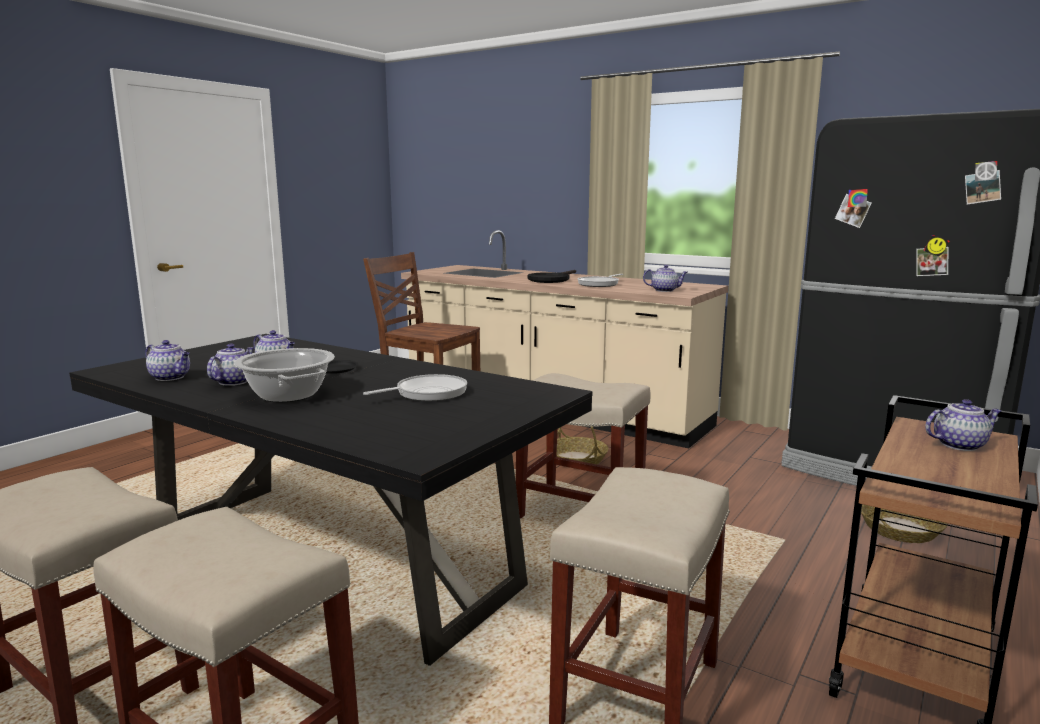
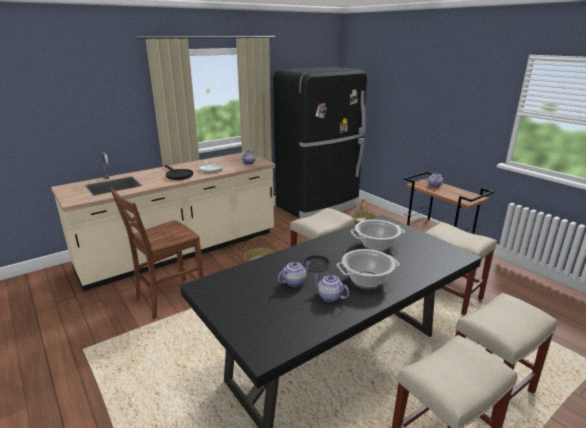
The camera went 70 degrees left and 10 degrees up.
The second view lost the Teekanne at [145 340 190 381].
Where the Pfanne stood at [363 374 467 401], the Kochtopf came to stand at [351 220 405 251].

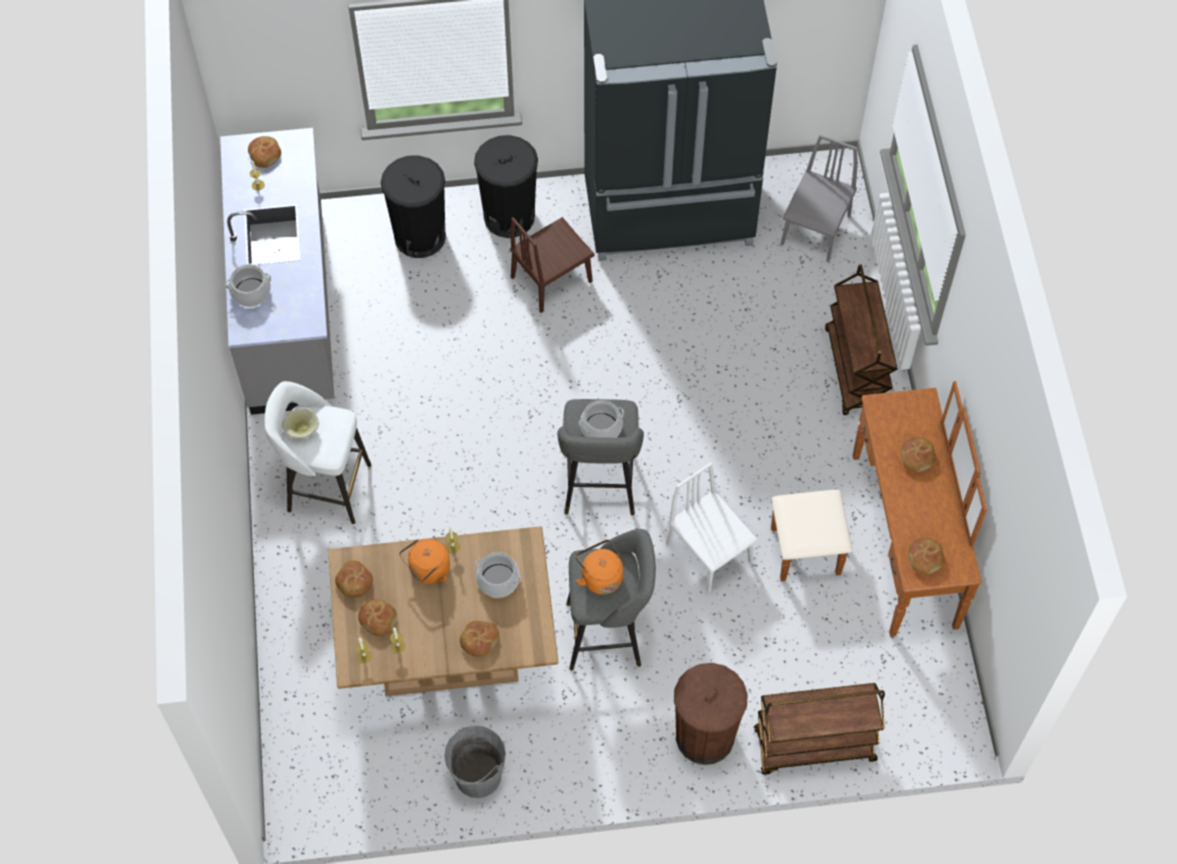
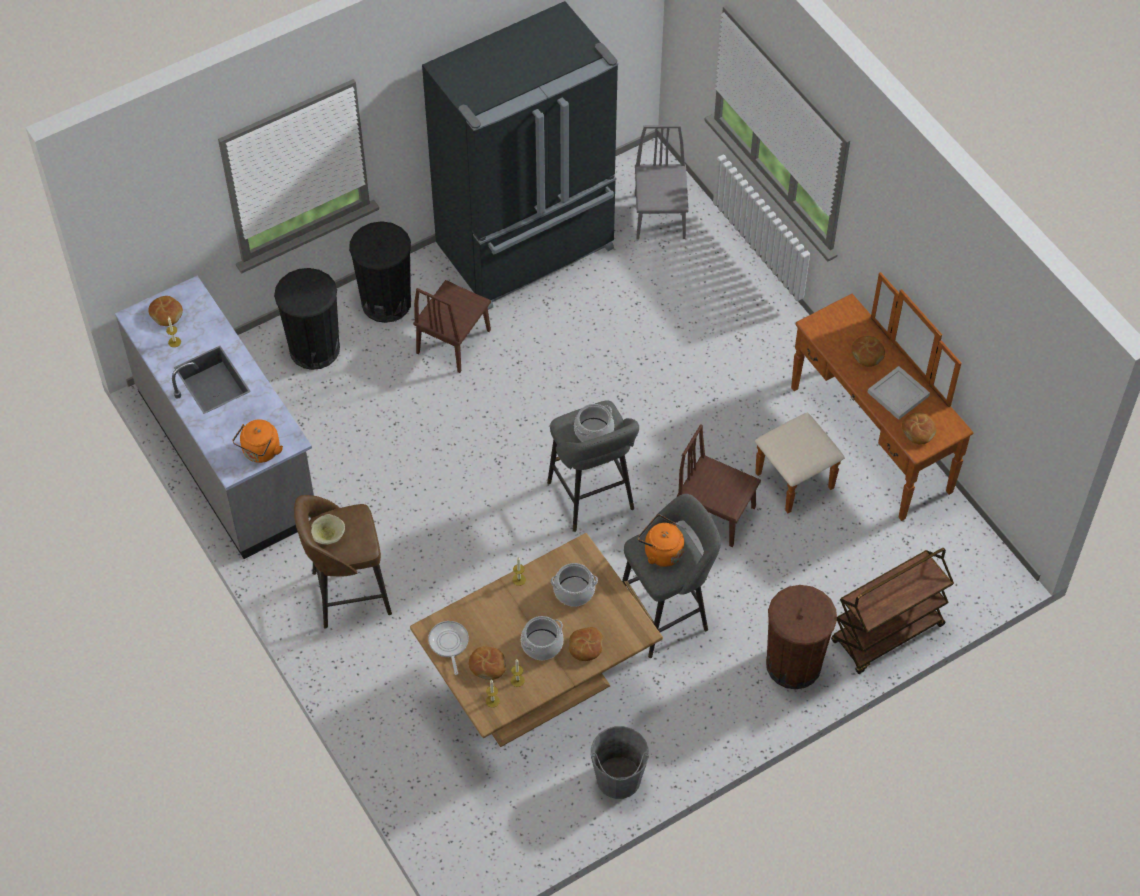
The camera went 25 degrees left and 5 degrees down.
The Kochtopf ended up elsewhere, having gone from [225 264 271 307] to [521 616 564 660].
The second view lost the Rollwagen [braun] at [825 265 897 415].
What was the Hocker [weiß] at [265 381 371 524] turned into the Hocker [braun] at [294 495 392 629].
What was the Stuhl [weiß] at [666 462 758 593] turned into the Stuhl [braun] at [677 424 761 547].
The Wasserkessel [orange] ended up elsewhere, having gone from [399 539 450 584] to [232 419 283 463].
Where the Brot stood at [335 561 373 598], the Pfanne came to stand at [428 621 469 675].
The second view gained the Tablett [weiß] at [867 366 930 420].

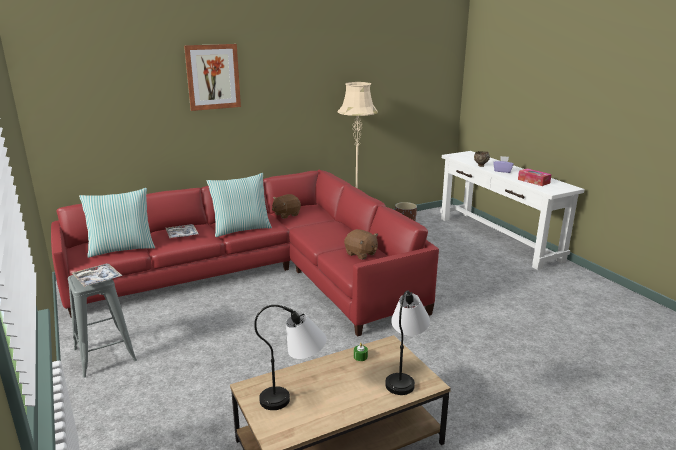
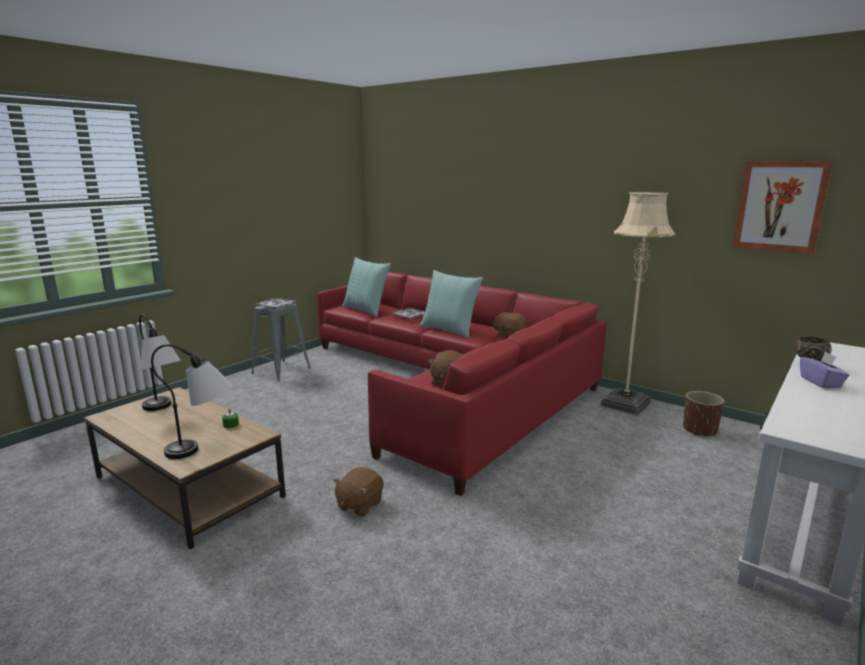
The camera went 65 degrees right and 5 degrees down.
The Bild ended up elsewhere, having gone from [184 44 241 111] to [733 161 833 254].
The second view lost the Taschentuchbox at [518 168 552 186].
The second view gained the Plüschtier [braun] at [333 467 384 517].

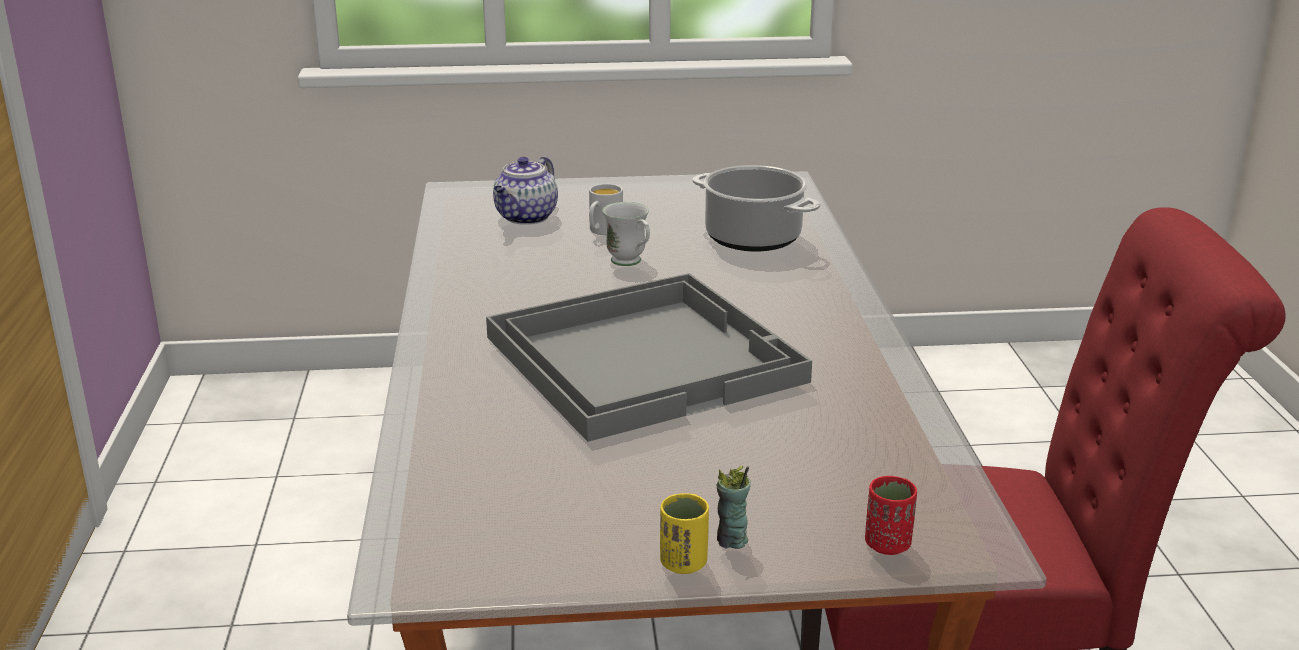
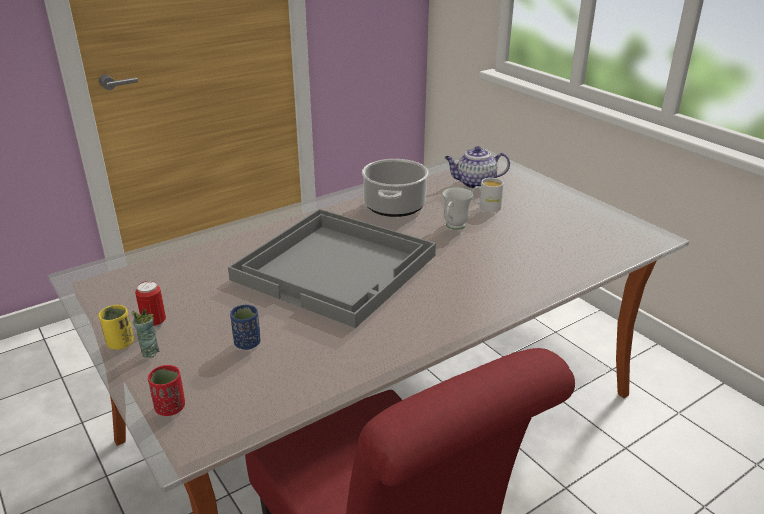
The camera went 60 degrees right and 5 degrees up.
The Kochtopf ended up elsewhere, having gone from [692 165 820 251] to [362 159 429 217].
The second view gained the Dose at [135 281 166 329].
The second view gained the Tasse [blau] at [230 305 261 350].

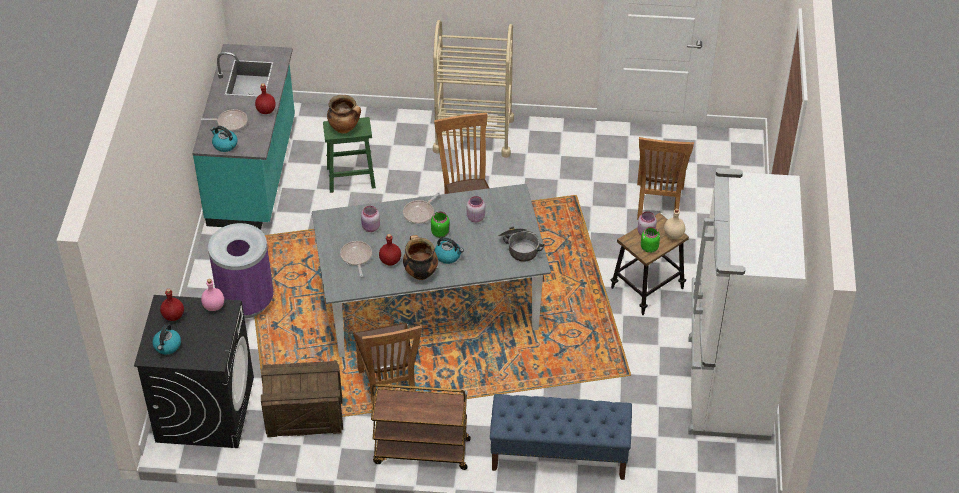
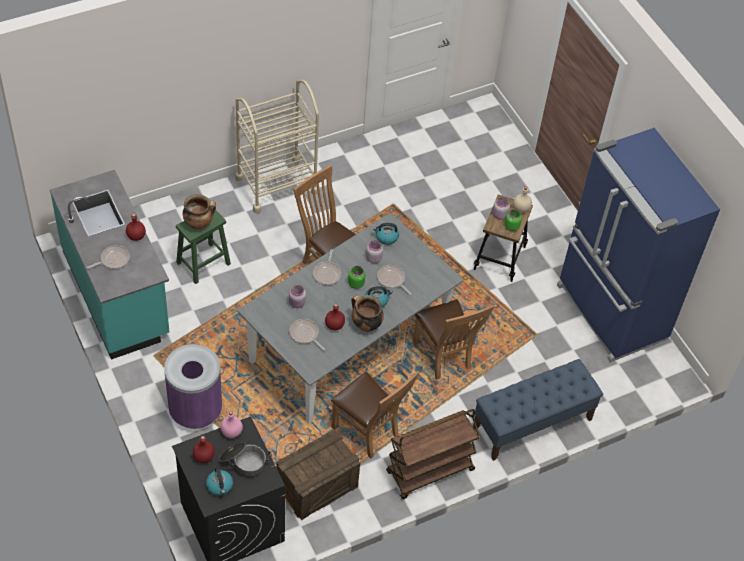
The camera went 35 degrees left and 5 degrees up.
The Wasserkessel ended up elsewhere, having gone from [210 126 237 152] to [373 223 399 245].
The Stuhl [braun] ended up elsewhere, having gone from [637 137 694 220] to [413 299 494 380].
What was the Kühlschrank [weiß] at [688 168 805 440] turned into the Kühlschrank [blau] at [557 128 720 362].
The Kochtopf ended up elsewhere, having gone from [498 227 545 262] to [219 442 272 477].
The second view gained the Pfanne at [377 265 412 295].

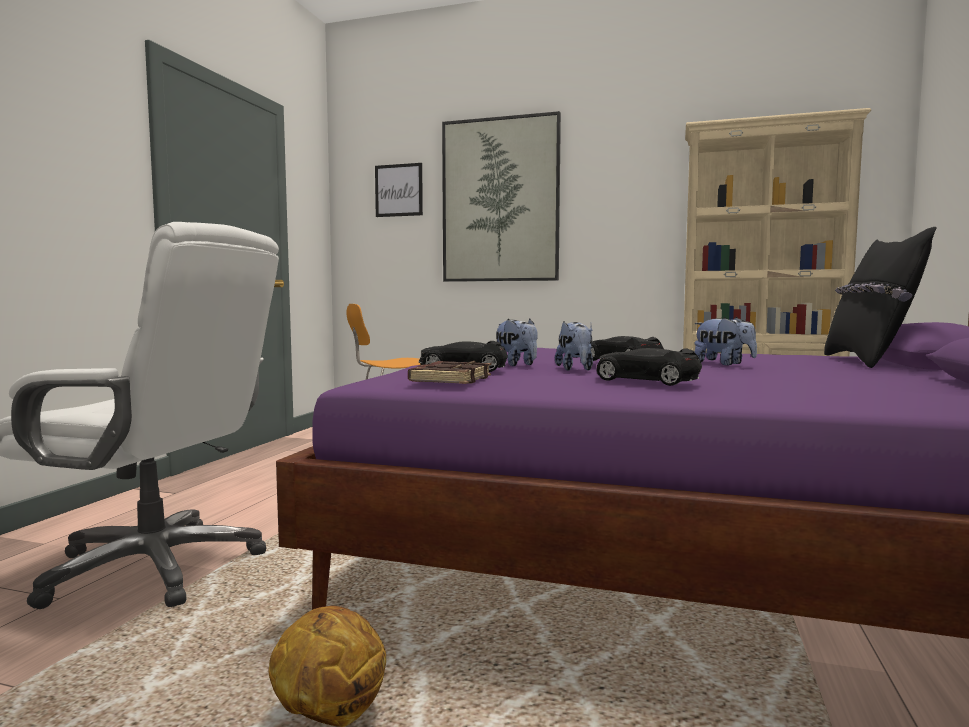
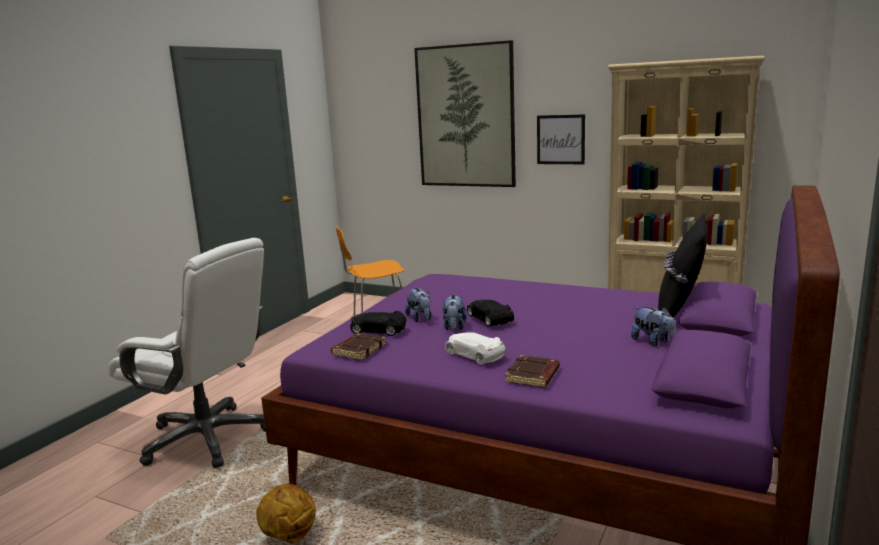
The camera went 10 degrees right and 10 degrees up.
The Bild ended up elsewhere, having gone from [375 163 423 217] to [537 114 585 164].
The Plüschtier ended up elsewhere, having gone from [694 317 757 365] to [631 307 675 346].
What was the Spielzeugauto [schwarz] at [597 348 702 386] turned into the Spielzeugauto [weiß] at [445 332 506 365].
The second view gained the Buch [braun] at [505 355 560 387].

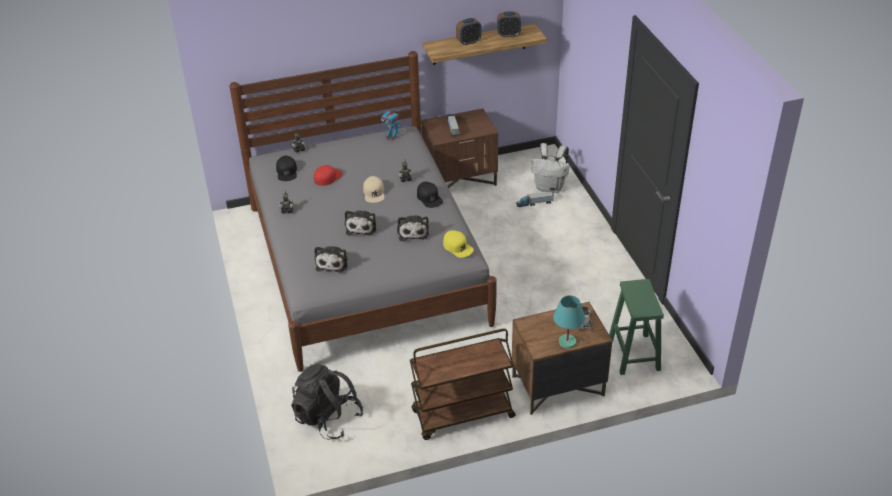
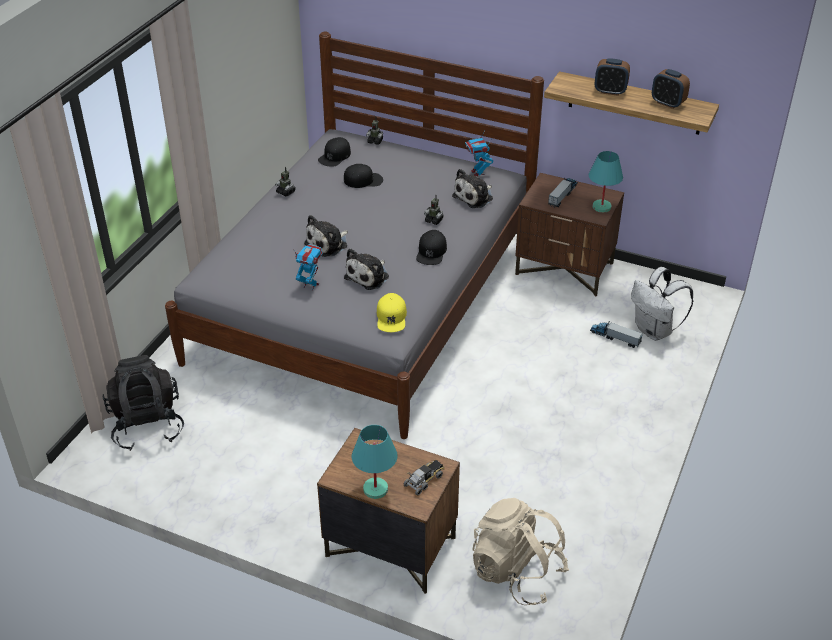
The camera went 40 degrees right and 0 degrees up.
What was the Kappe [rot] at [314 165 343 186] turned into the Kappe [schwarz] at [344 164 383 188].
The second view lost the Kappe [beige] at [363 176 384 203].
The Plüschtier ended up elsewhere, having gone from [314 246 348 273] to [452 169 493 208].
Where the Hocker [grün] stood at [609 279 664 375], the Rucksack [beige] came to stand at [472 498 569 605].
The second view lost the Rollwagen [braun] at [410 328 516 440].
The second view gained the Tischlampe [türkis] at [589 151 623 213].
The second view gained the Spielzeugroboter at [293 244 323 290].

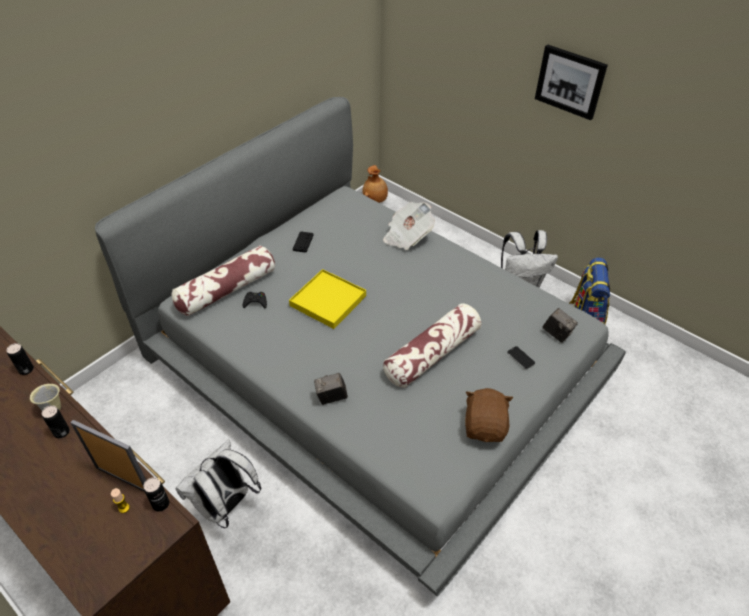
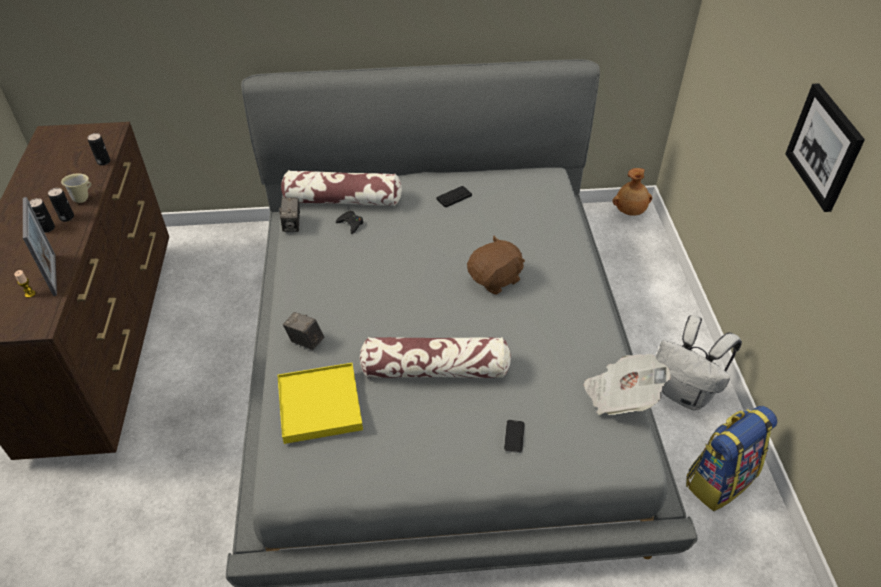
The camera went 45 degrees right and 0 degrees up.
The Zeitung ended up elsewhere, having gone from [383 202 435 250] to [583 354 671 415].
The Tablett [gelb] ended up elsewhere, having gone from [289 269 366 329] to [277 363 363 444].
The Kamera ended up elsewhere, having gone from [542 308 578 343] to [279 198 300 232].
The Plüschtier [braun] ended up elsewhere, having gone from [465 388 513 442] to [467 236 525 295].
The second view lost the Rucksack [weiß] at [176 439 262 528].
The Dose ended up elsewhere, having gone from [144 477 169 512] to [29 198 55 233].

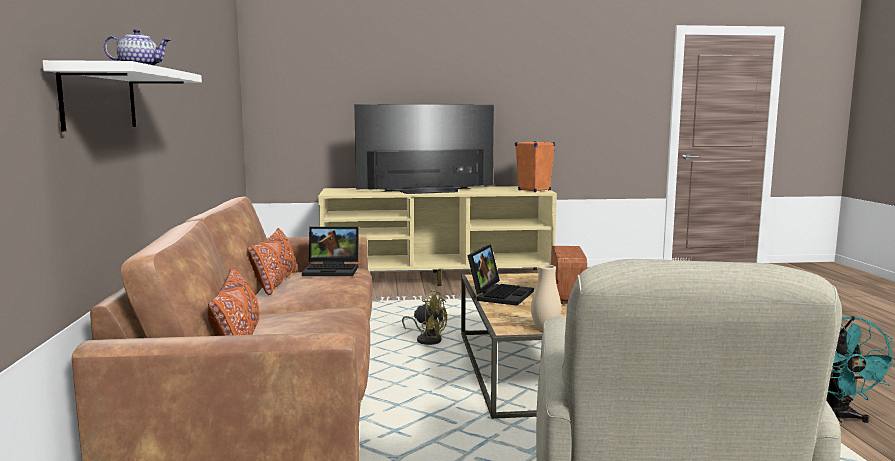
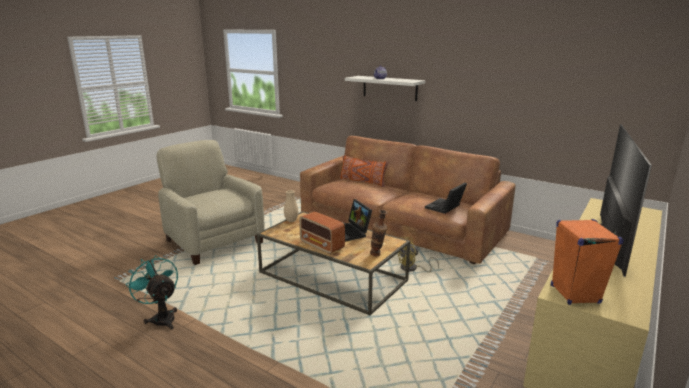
The camera went 130 degrees right and 10 degrees up.
The second view lost the Kissen [orange] at [248 228 297 295].
The second view gained the Vase at [370 209 388 257].

